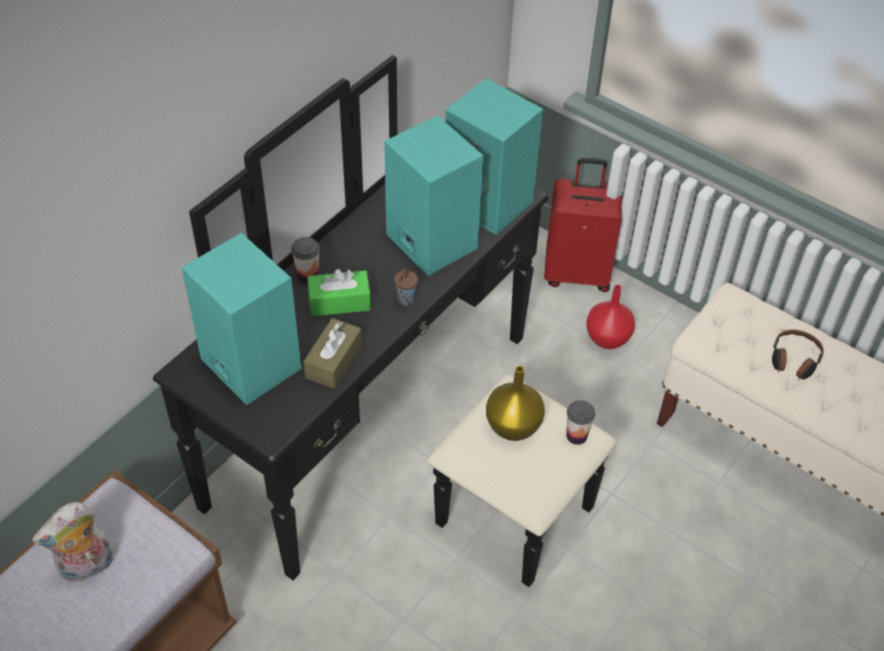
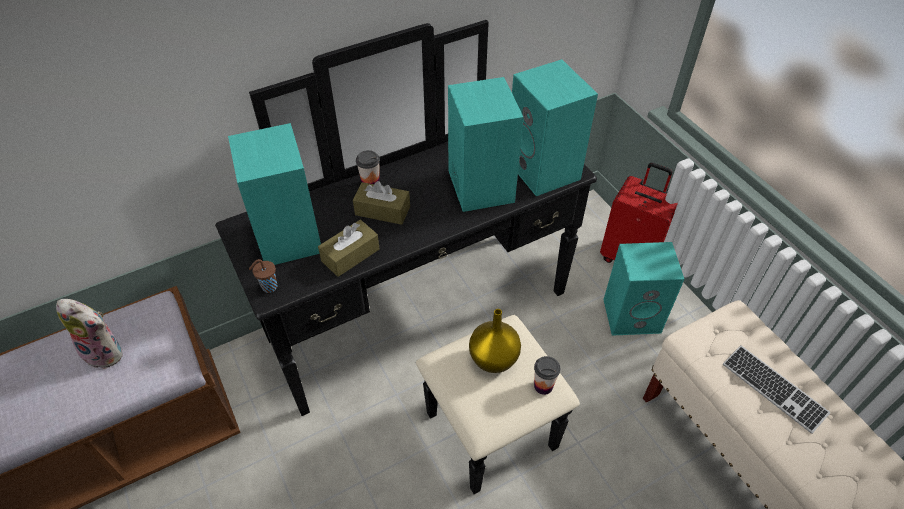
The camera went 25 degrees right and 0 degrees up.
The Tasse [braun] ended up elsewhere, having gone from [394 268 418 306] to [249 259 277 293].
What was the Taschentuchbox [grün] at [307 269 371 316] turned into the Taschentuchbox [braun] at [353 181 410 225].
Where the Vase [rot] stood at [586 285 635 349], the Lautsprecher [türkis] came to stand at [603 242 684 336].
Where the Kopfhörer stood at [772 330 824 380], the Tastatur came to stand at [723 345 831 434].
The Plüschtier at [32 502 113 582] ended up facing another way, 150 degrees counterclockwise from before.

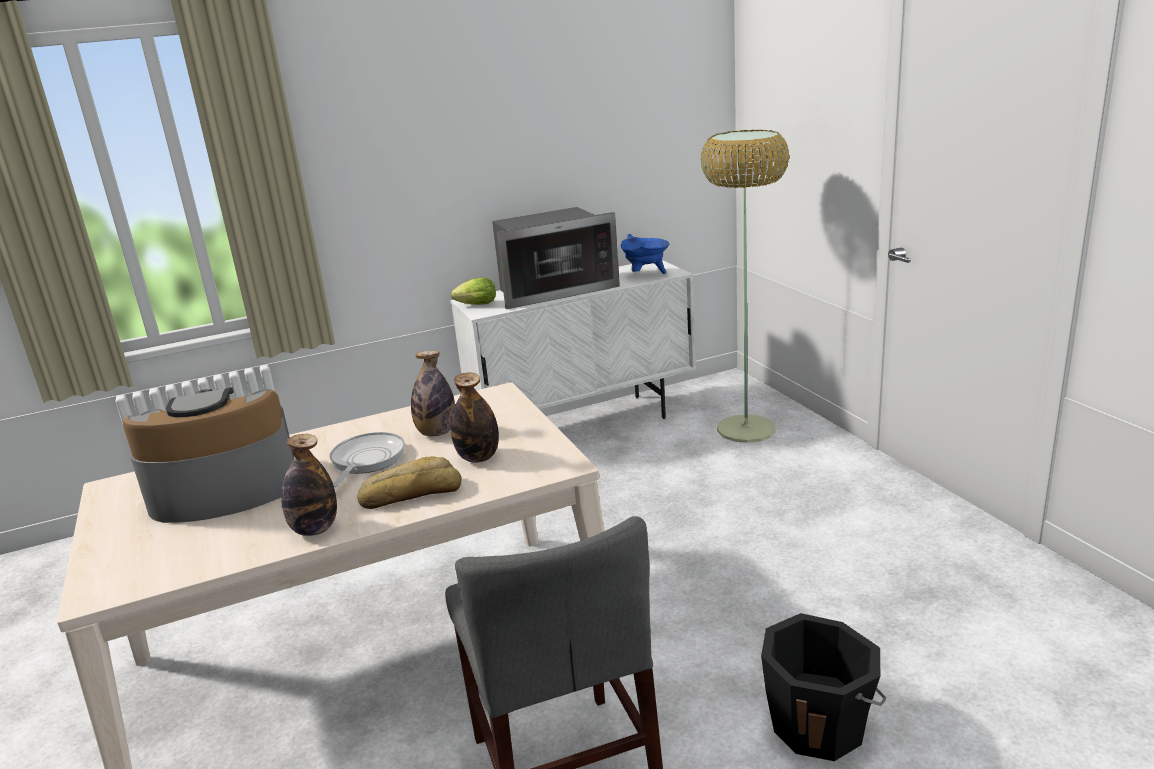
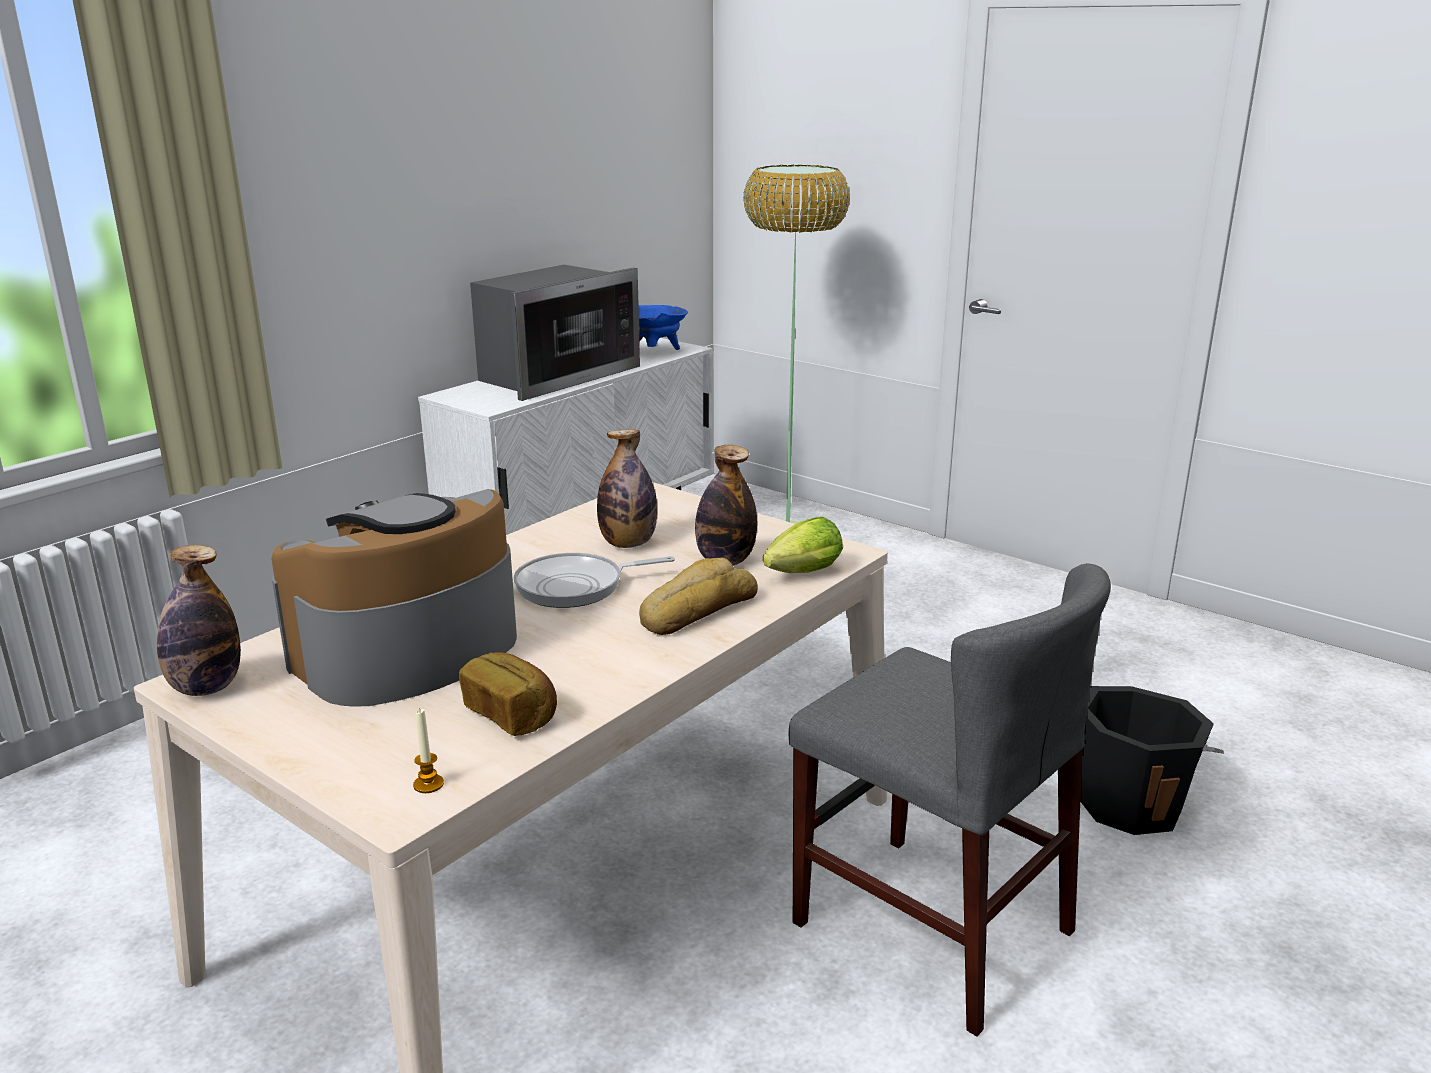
The camera went 30 degrees left and 0 degrees up.
The Salatkopf ended up elsewhere, having gone from [451 278 496 305] to [763 517 843 573].
The Pfanne at [330 432 405 487] ended up facing another way, 90 degrees counterclockwise from before.
The Flasche ended up elsewhere, having gone from [281 434 337 536] to [157 545 241 696].
The second view gained the Brot at [459 652 557 736].
The second view gained the Kerze at [413 709 444 793].

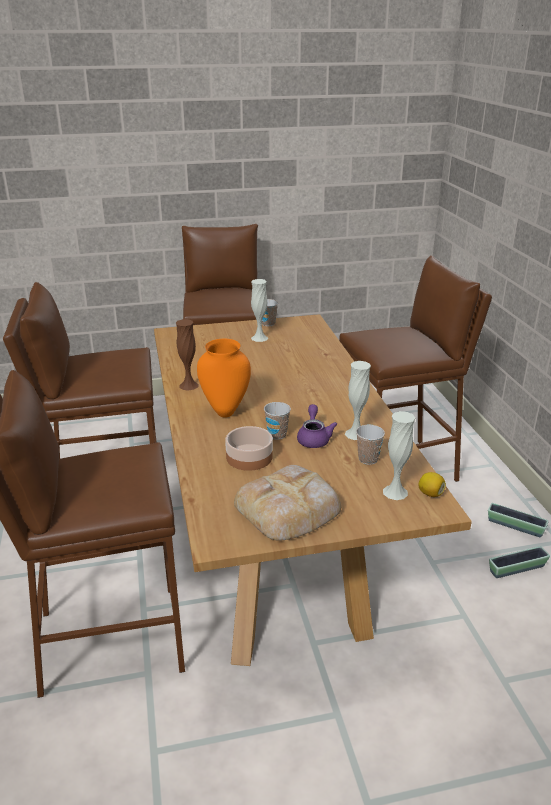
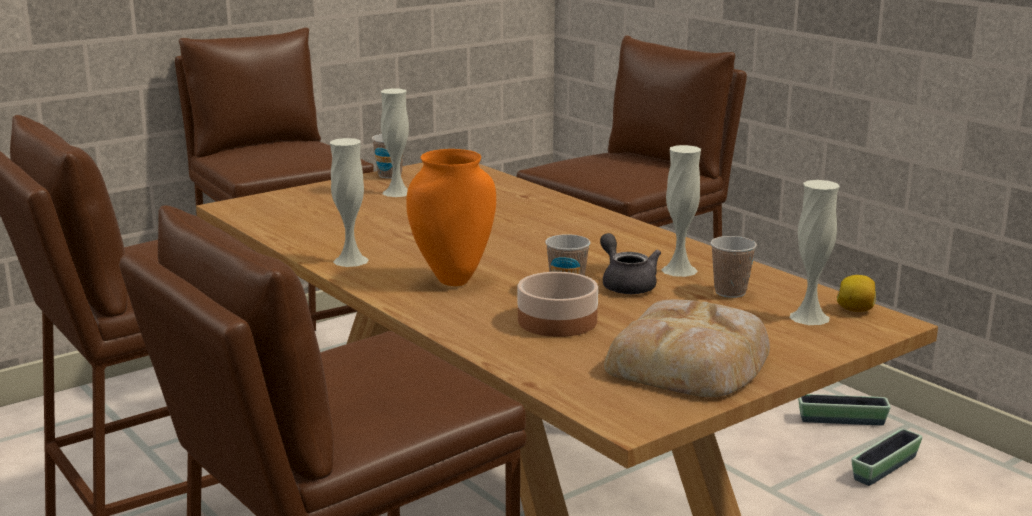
The camera went 25 degrees left and 10 degrees down.
What was the Vase [braun] at [176 319 199 391] turned into the Vase [weiß] at [330 138 369 267].
What was the Teekanne [lila] at [297 404 337 448] turned into the Teekanne [grau] at [600 233 661 294].

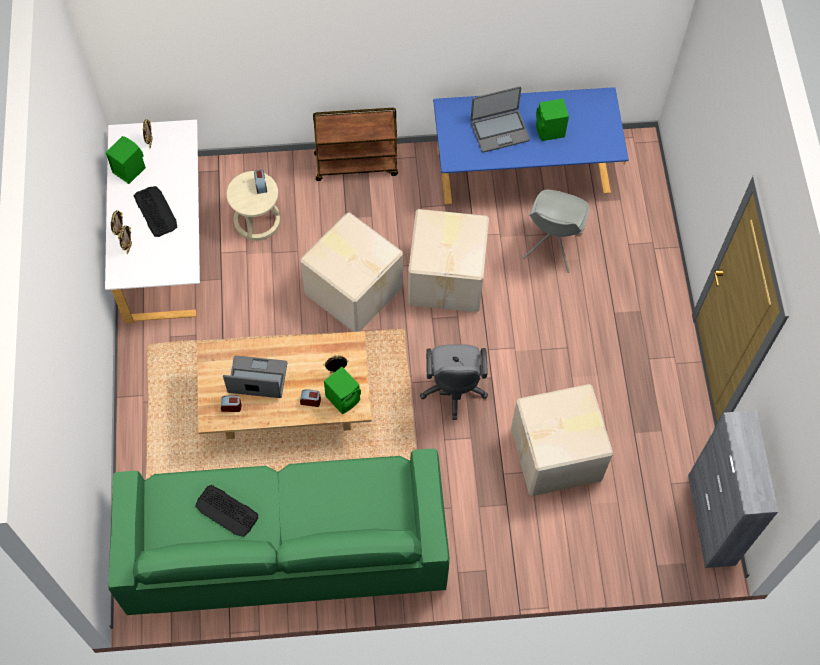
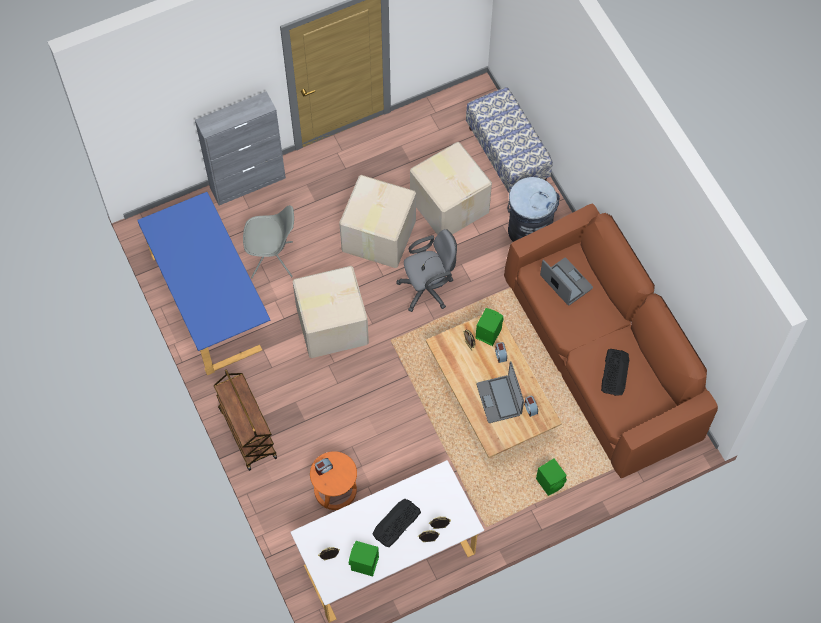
The camera went 110 degrees left and 0 degrees up.
The Laptop ended up elsewhere, having gone from [471 86 530 153] to [540 258 593 305].
The Lautsprecher [grün] ended up elsewhere, having gone from [536 99 569 141] to [536 458 567 496].
What was the Hocker [beige] at [226 171 280 241] turned into the Hocker [orange] at [310 451 357 510].
The Karton ended up elsewhere, having gone from [300 213 403 332] to [339 175 416 268].
The Schrank [grau] ended up elsewhere, having gone from [688 410 778 568] to [195 91 286 205].
What was the Sofa [grün] at [108 448 450 615] turned into the Sofa [braun] at [504 204 718 478].
The second view gained the Bank at [466 87 553 193].
The second view gained the Mülleimer [grau] at [507 177 560 242].

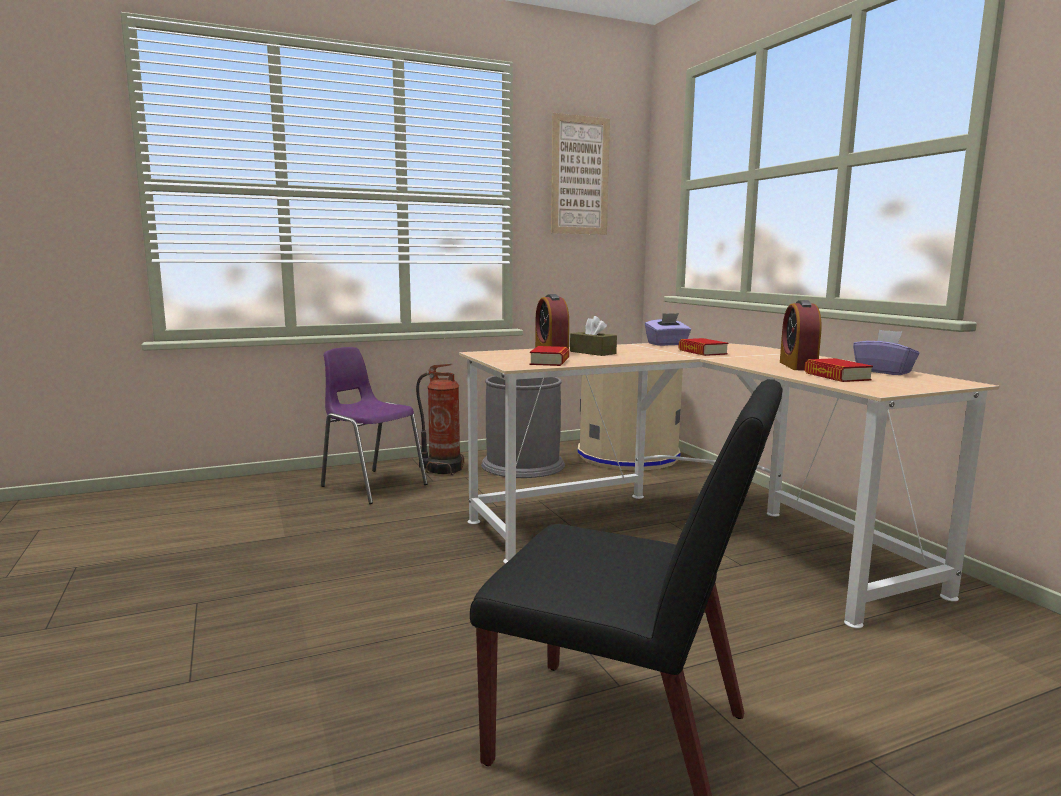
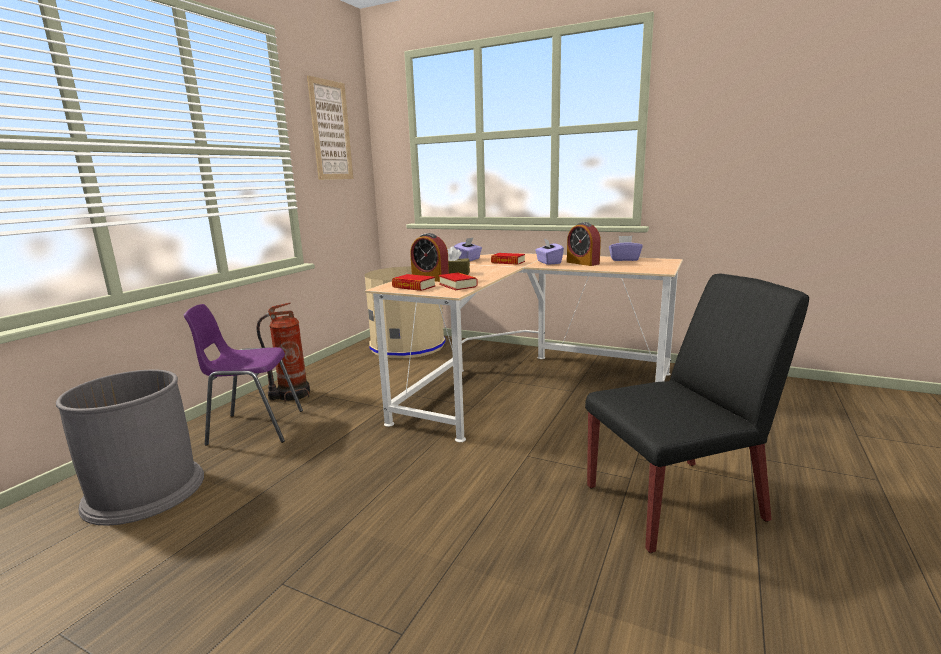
The camera went 40 degrees left and 5 degrees up.
The Buch ended up elsewhere, having gone from [804 358 873 382] to [392 274 436 291].
The Mülleimer [grau] ended up elsewhere, having gone from [481 376 565 478] to [56 370 204 526].
The second view gained the Taschentuchbox [lila] at [535 239 564 265].

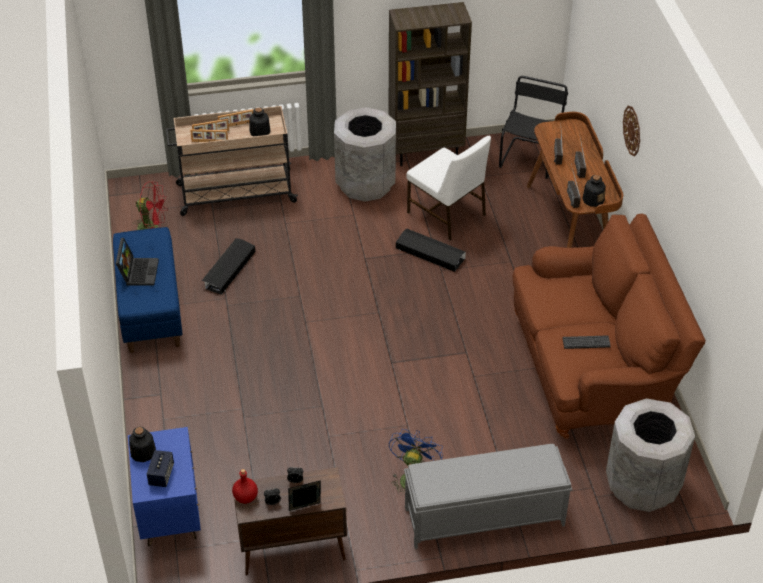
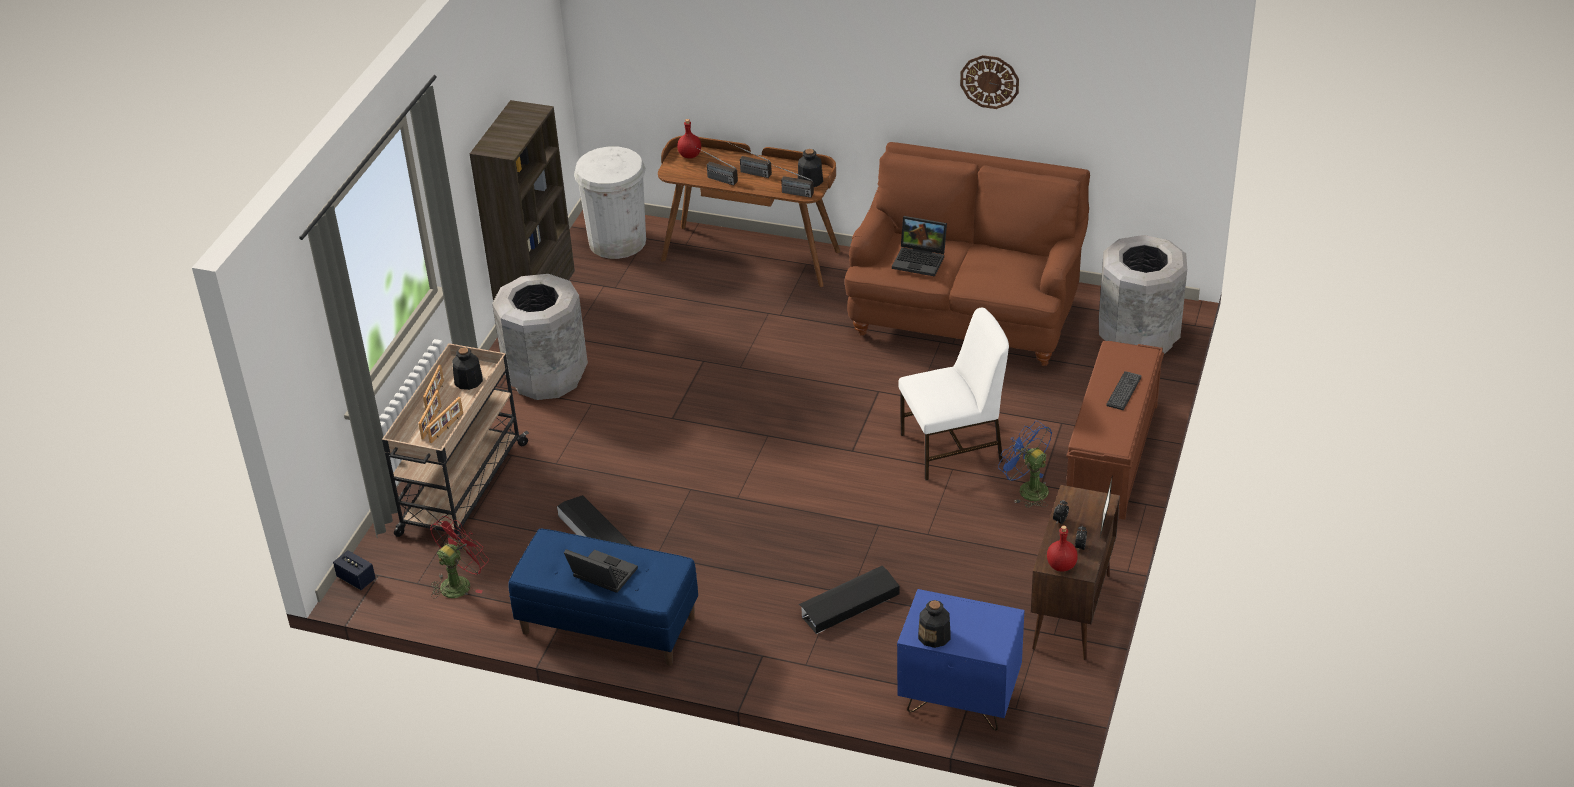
The camera went 60 degrees left and 5 degrees down.
Where the Stuhl [schwarz] stood at [499 76 568 179], the Mülleimer [weiß] came to stand at [574 146 646 259].
The Wanduhr ended up elsewhere, having gone from [623 106 640 156] to [960 55 1019 109].
The Stuhl [weiß] ended up elsewhere, having gone from [406 136 491 240] to [898 308 1009 480].
The Aufbewahrungsbox [schwarz] ended up elsewhere, having gone from [396 228 466 272] to [799 565 900 634].
The Tastatur ended up elsewhere, having gone from [563 335 611 349] to [1106 371 1141 410].
What was the Bank [grau] at [404 444 572 549] turned into the Bank [braun] at [1066 341 1164 520].
The Lautsprecher ended up elsewhere, having gone from [147 450 174 487] to [333 550 376 590].
The second view gained the Flasche [rot] at [677 119 701 158].
The second view gained the Laptop at [892 216 947 277].

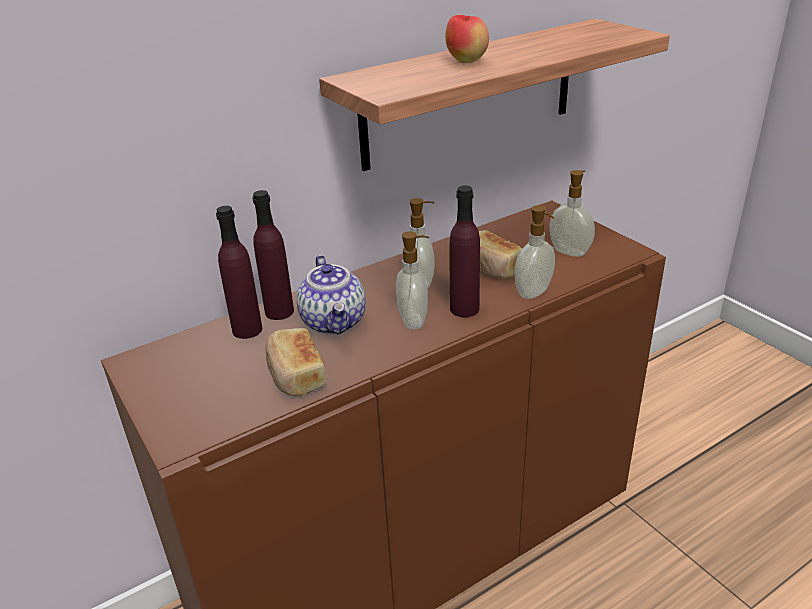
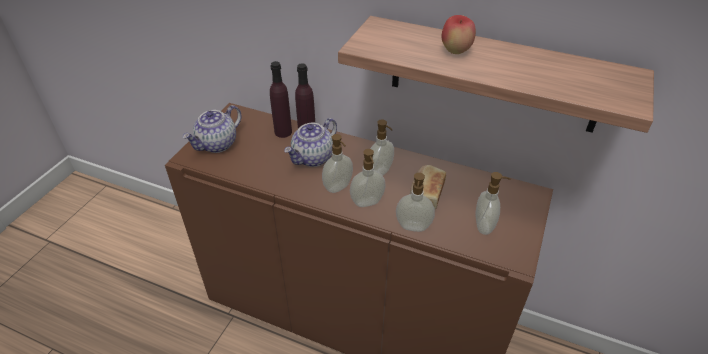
The camera went 55 degrees right and 10 degrees up.
Where the Flasche [lila] stood at [450 186 480 317], the Seifenspender came to stand at [350 149 386 207].
The second view lost the Brot at [266 328 326 397].
The second view gained the Teekanne at [183 105 242 153].

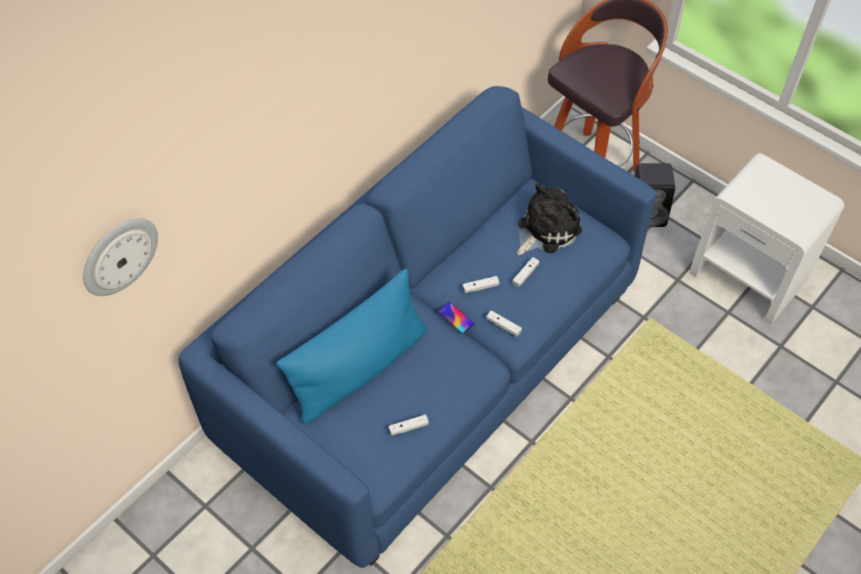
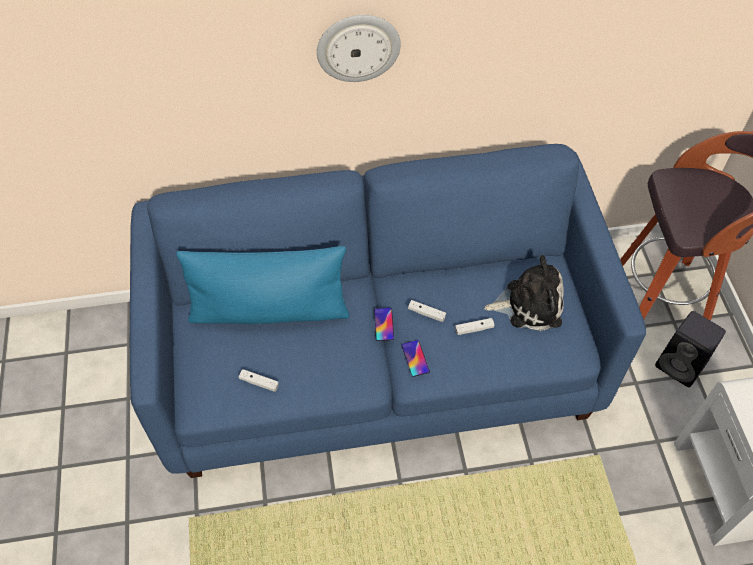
The camera went 40 degrees right and 0 degrees up.
The Wanduhr ended up elsewhere, having gone from [83 218 158 296] to [317 15 401 82].
Where the Gamepad [weiß] stood at [486 310 522 337], the Handy came to stand at [401 340 430 377].

